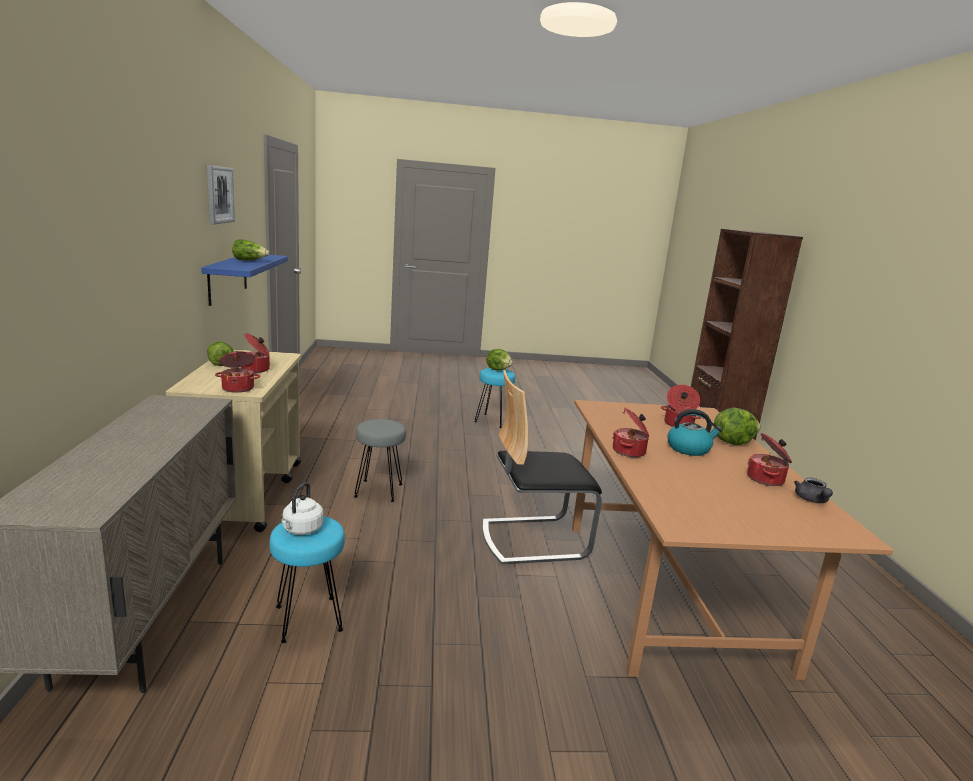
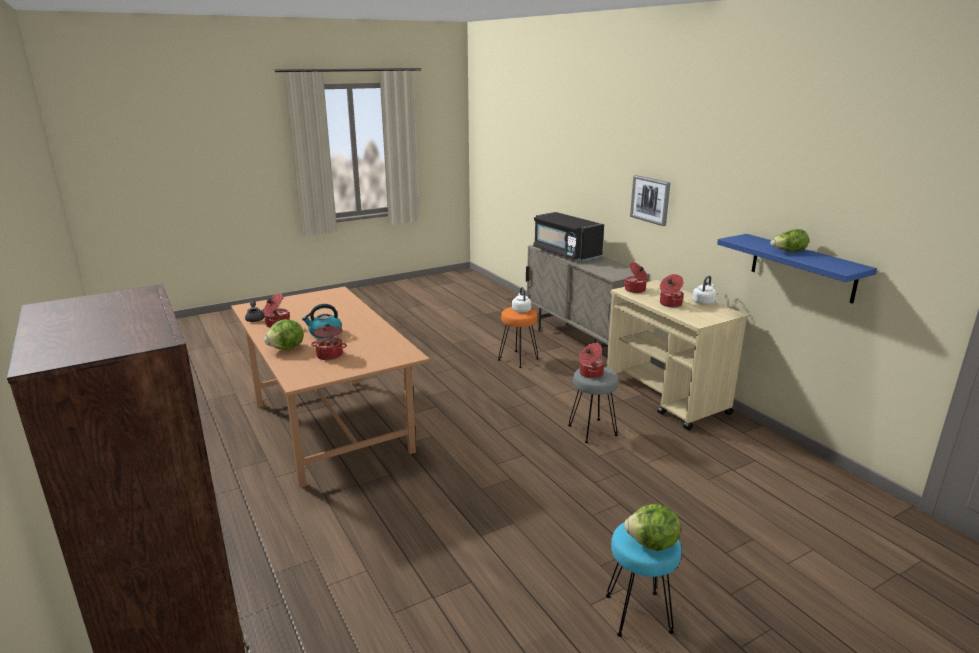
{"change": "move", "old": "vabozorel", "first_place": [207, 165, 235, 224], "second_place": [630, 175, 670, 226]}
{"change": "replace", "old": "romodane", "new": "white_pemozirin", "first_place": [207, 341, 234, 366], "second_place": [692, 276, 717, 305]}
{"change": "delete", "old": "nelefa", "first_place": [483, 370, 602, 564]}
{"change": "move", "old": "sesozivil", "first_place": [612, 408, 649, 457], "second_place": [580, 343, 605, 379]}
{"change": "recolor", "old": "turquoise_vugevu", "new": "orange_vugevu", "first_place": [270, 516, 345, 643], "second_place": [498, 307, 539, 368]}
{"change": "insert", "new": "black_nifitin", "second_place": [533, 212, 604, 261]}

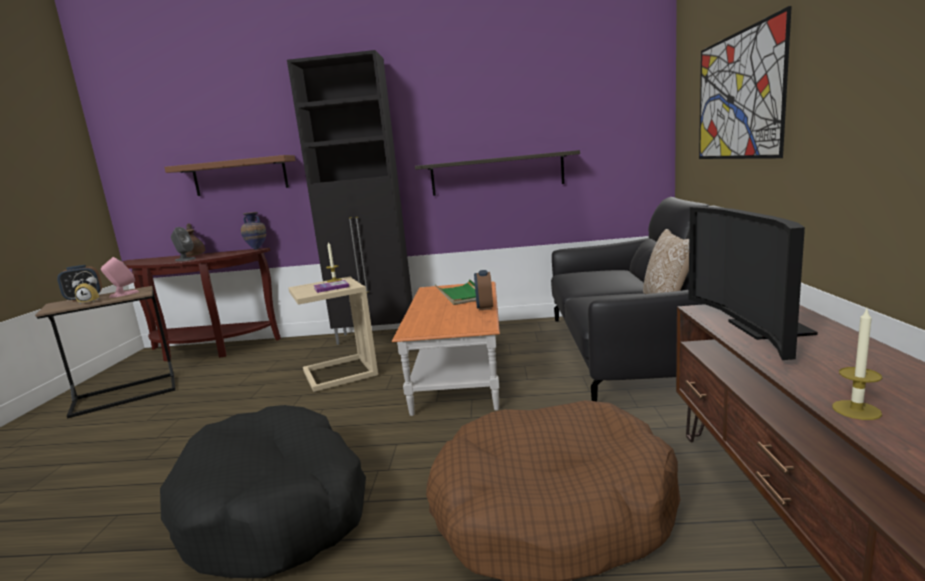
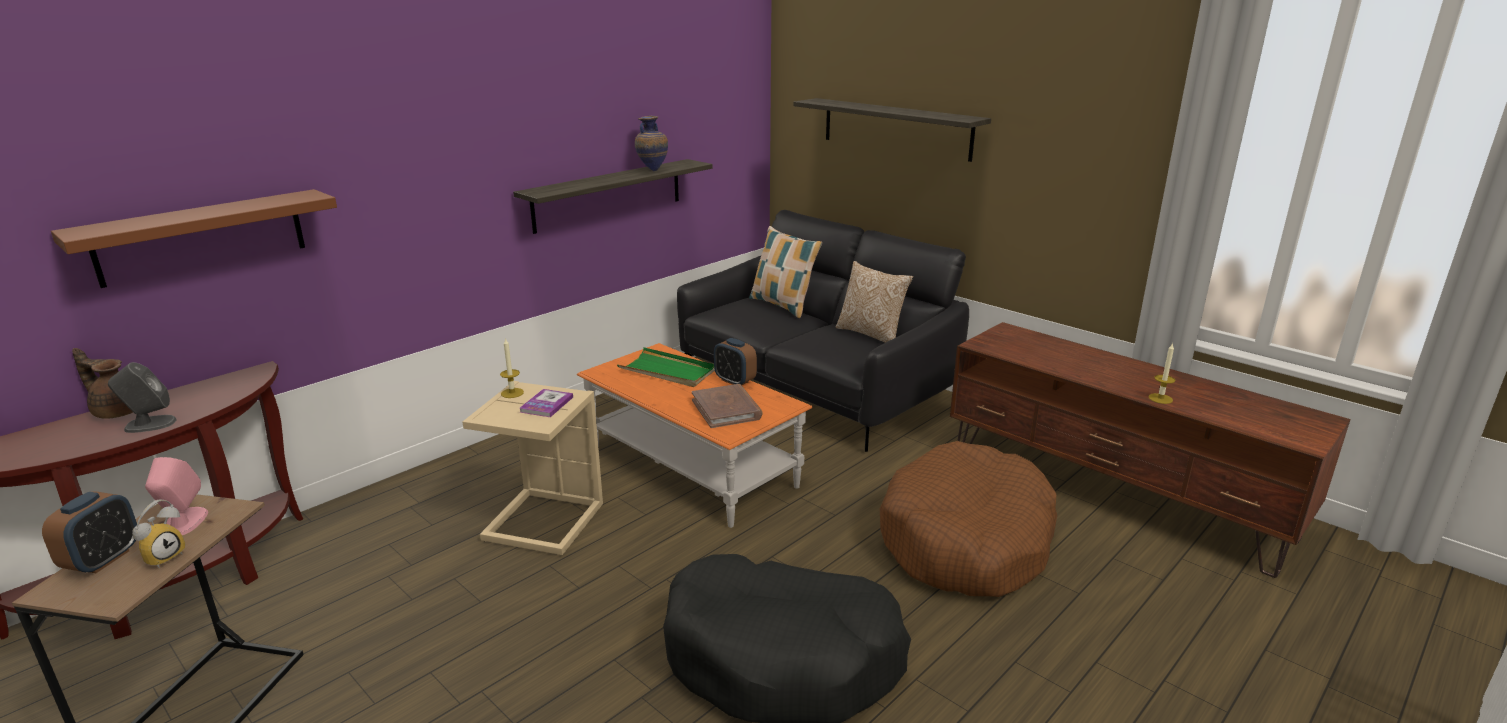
{"change": "replace", "old": "vabozorel", "new": "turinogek", "first_place": [699, 6, 792, 159], "second_place": [793, 98, 991, 162]}
{"change": "delete", "old": "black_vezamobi", "first_place": [287, 50, 413, 345]}
{"change": "delete", "old": "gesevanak", "first_place": [688, 206, 818, 360]}
{"change": "move", "old": "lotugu", "first_place": [241, 212, 266, 250], "second_place": [635, 116, 668, 172]}
{"change": "insert", "new": "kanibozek", "second_place": [749, 226, 822, 318]}
{"change": "insert", "new": "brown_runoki", "second_place": [692, 384, 763, 428]}

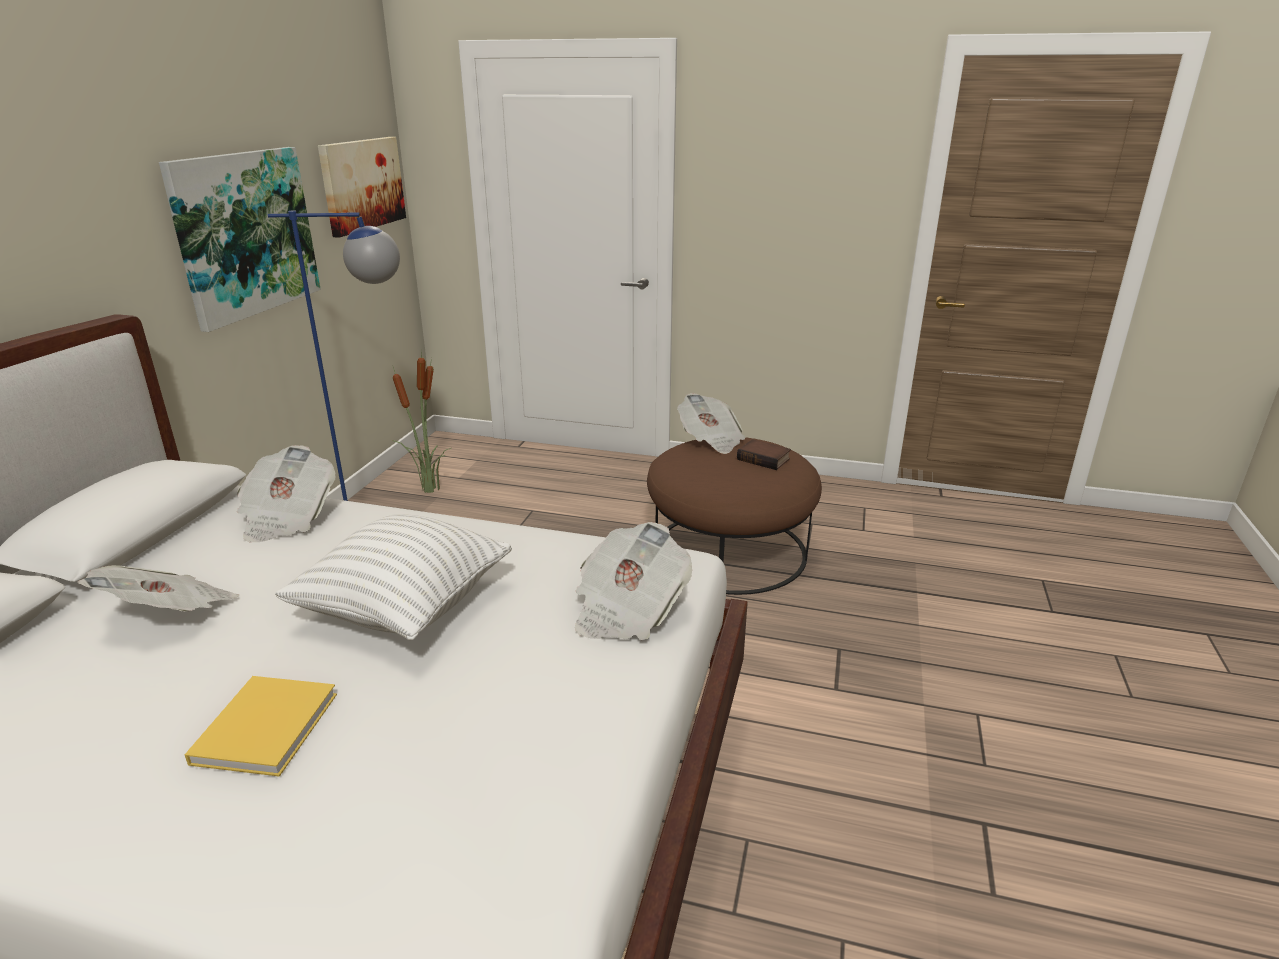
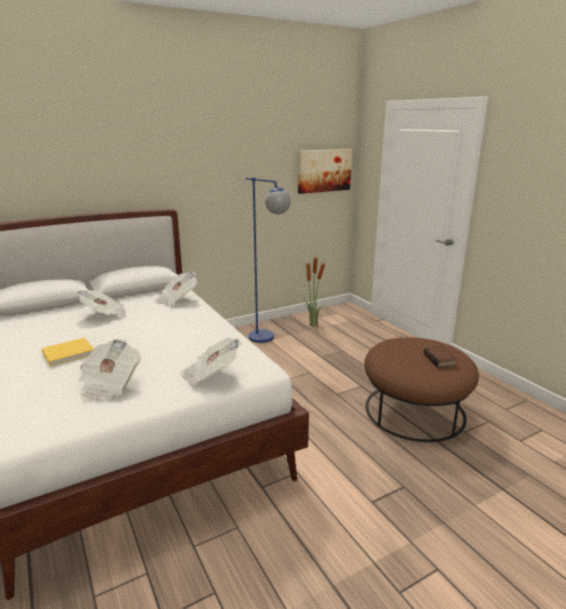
{"change": "delete", "old": "vabozorel", "first_place": [159, 147, 321, 332]}
{"change": "move", "old": "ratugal", "first_place": [677, 393, 746, 454], "second_place": [79, 339, 141, 401]}
{"change": "delete", "old": "white_kanibozek", "first_place": [275, 514, 512, 640]}

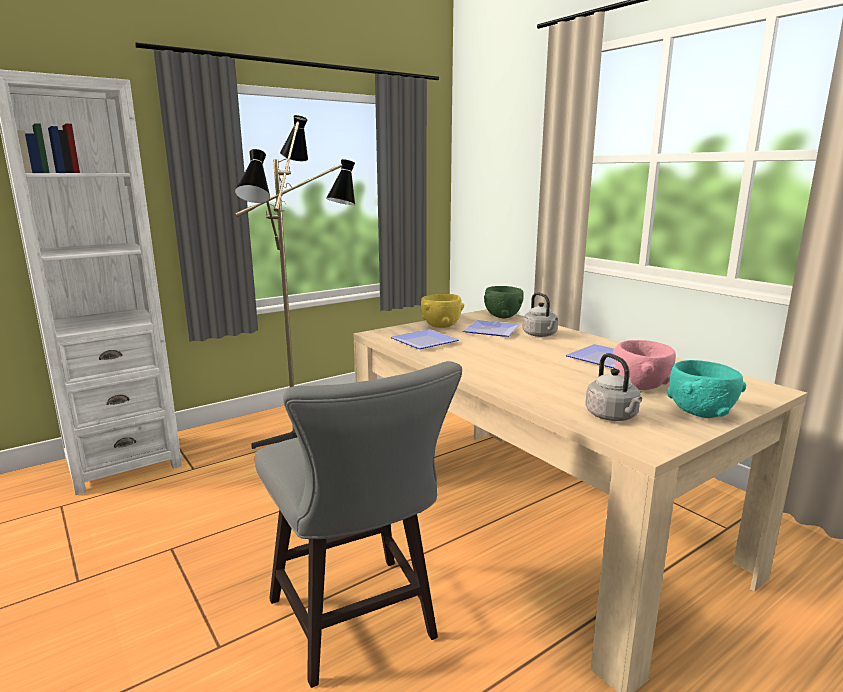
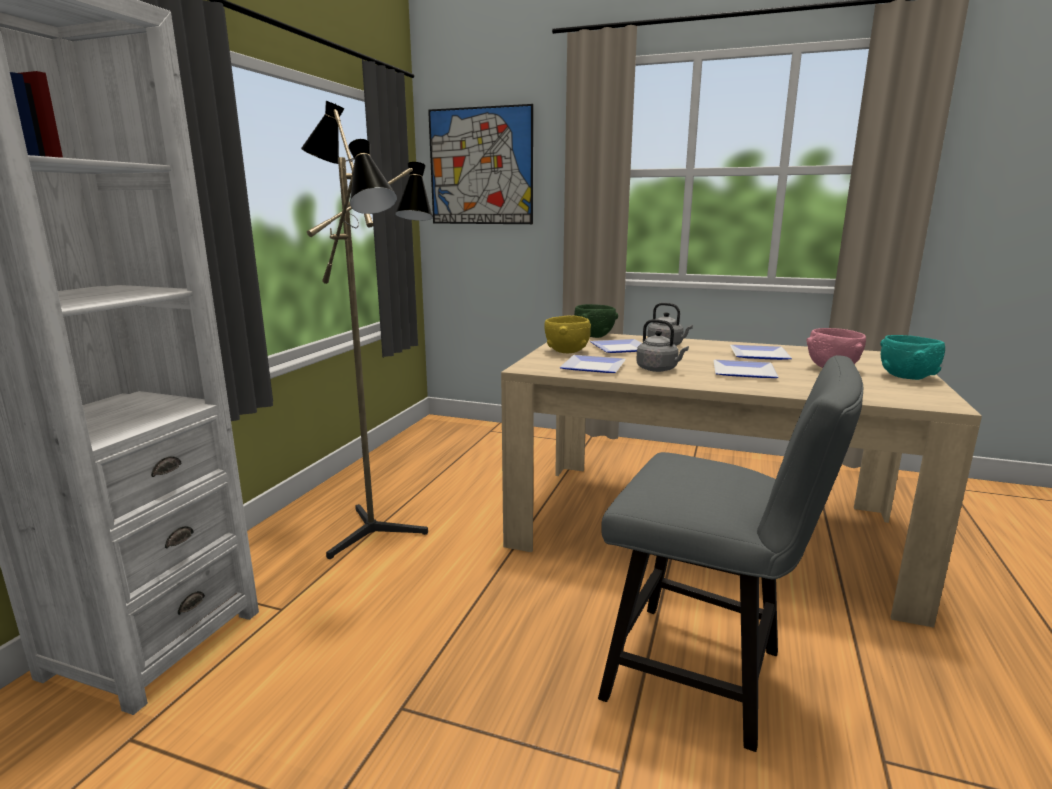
{"change": "move", "old": "grey_pemozirin", "first_place": [585, 353, 642, 421], "second_place": [636, 319, 689, 372]}
{"change": "insert", "new": "vabozorel", "second_place": [428, 104, 533, 224]}
{"change": "insert", "new": "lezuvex", "second_place": [713, 360, 778, 378]}

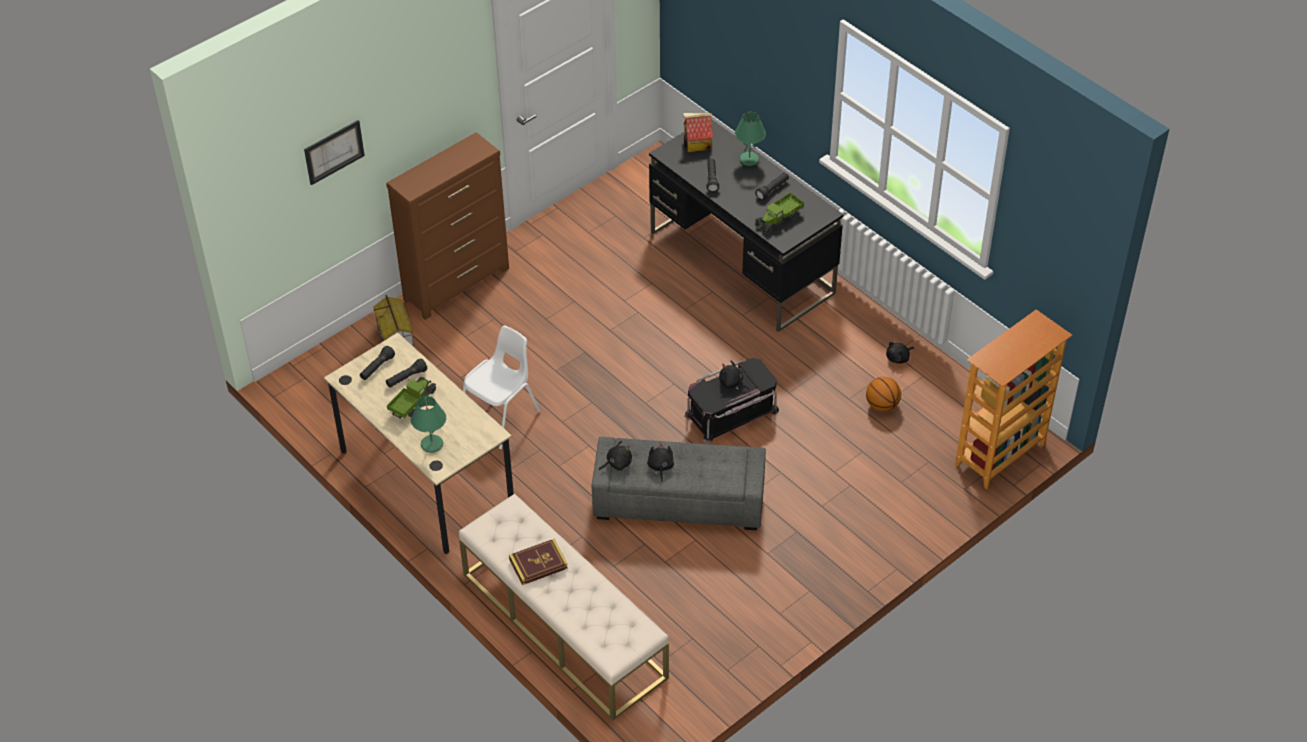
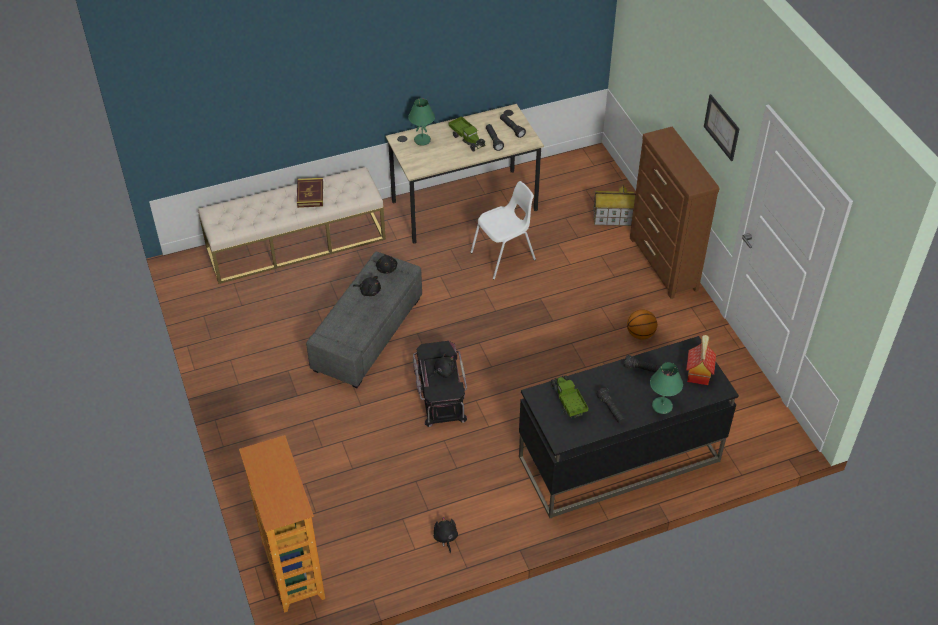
{"change": "move", "old": "vabozorel", "first_place": [304, 120, 365, 185], "second_place": [704, 94, 739, 161]}
{"change": "rotate", "old": "white_nelefa", "first_place": [463, 325, 541, 450], "second_place": [470, 181, 536, 279], "degrees": -90}
{"change": "move", "old": "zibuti", "first_place": [866, 377, 901, 412], "second_place": [627, 309, 657, 340]}

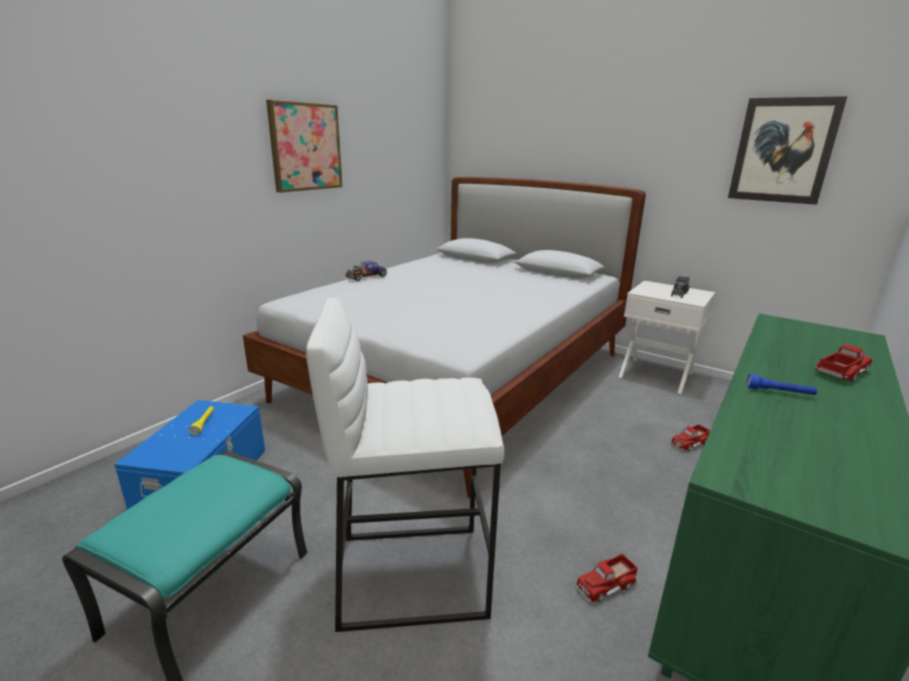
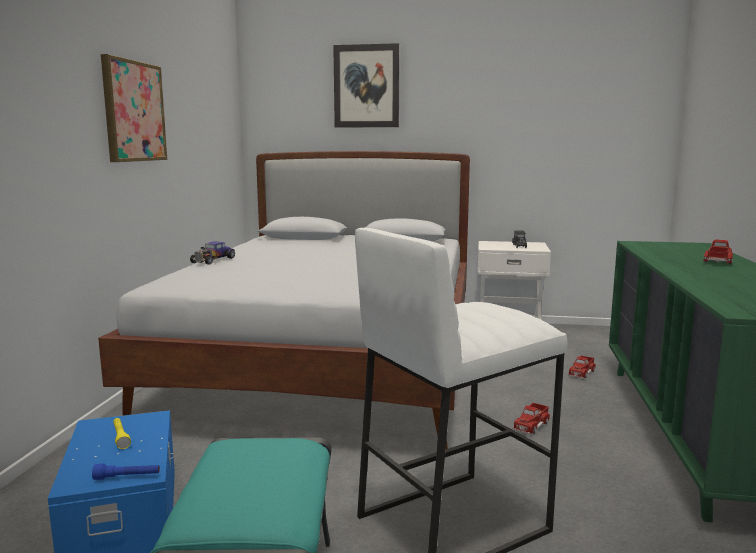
{"change": "move", "old": "vabozorel", "first_place": [728, 96, 848, 205], "second_place": [333, 43, 400, 128]}
{"change": "move", "old": "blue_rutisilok", "first_place": [747, 374, 817, 395], "second_place": [92, 463, 160, 480]}
{"change": "move", "old": "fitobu", "first_place": [575, 554, 638, 603], "second_place": [513, 403, 550, 434]}

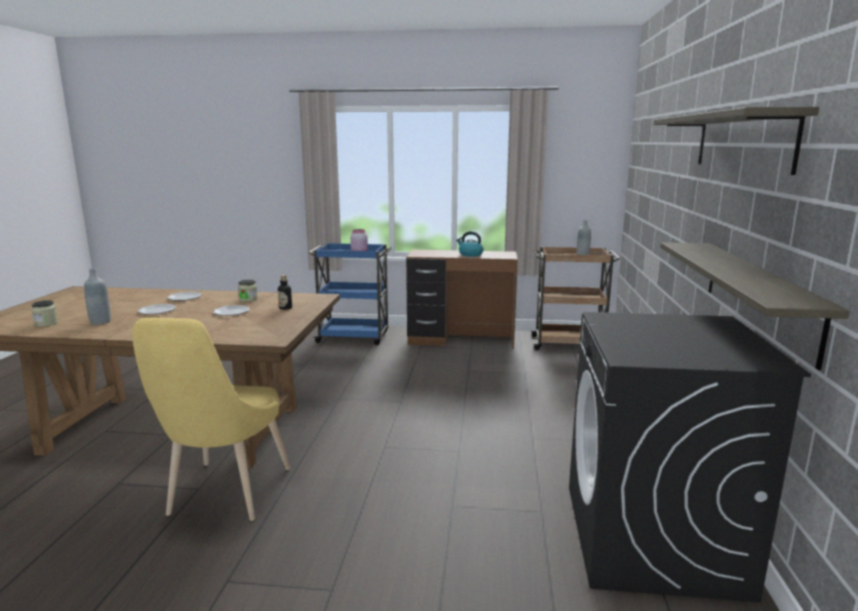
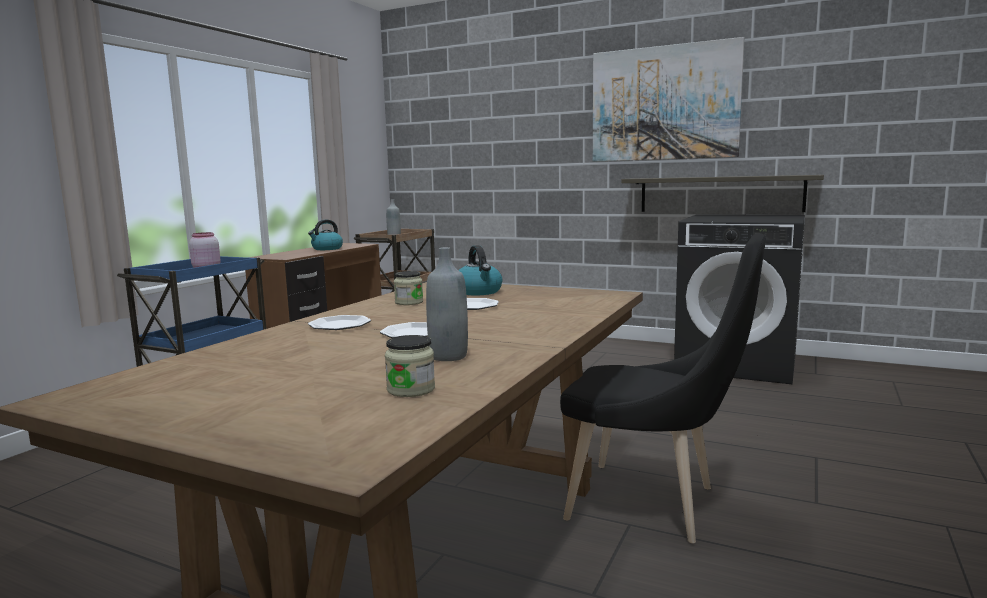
{"change": "replace", "old": "turinogek", "new": "vabozorel", "first_place": [654, 107, 819, 175], "second_place": [593, 37, 744, 162]}
{"change": "replace", "old": "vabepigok", "new": "pemozirin", "first_place": [278, 275, 292, 310], "second_place": [458, 245, 502, 295]}
{"change": "recolor", "old": "yellow_nelefa", "new": "black_nelefa", "first_place": [132, 317, 290, 521], "second_place": [560, 233, 766, 543]}

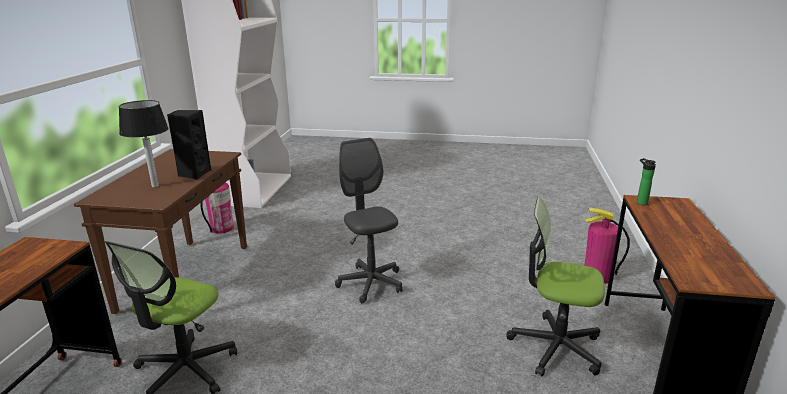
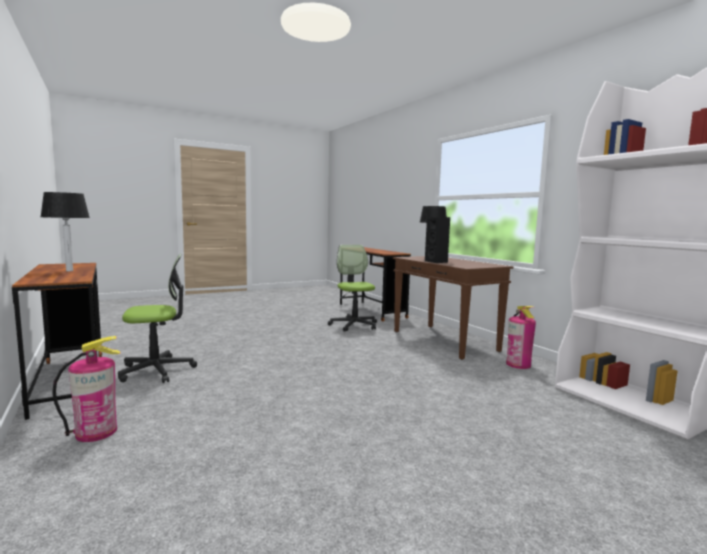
{"change": "delete", "old": "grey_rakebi", "first_place": [335, 138, 403, 304]}
{"change": "delete", "old": "vabepigok", "first_place": [637, 158, 656, 205]}
{"change": "insert", "new": "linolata", "second_place": [41, 192, 90, 271]}

